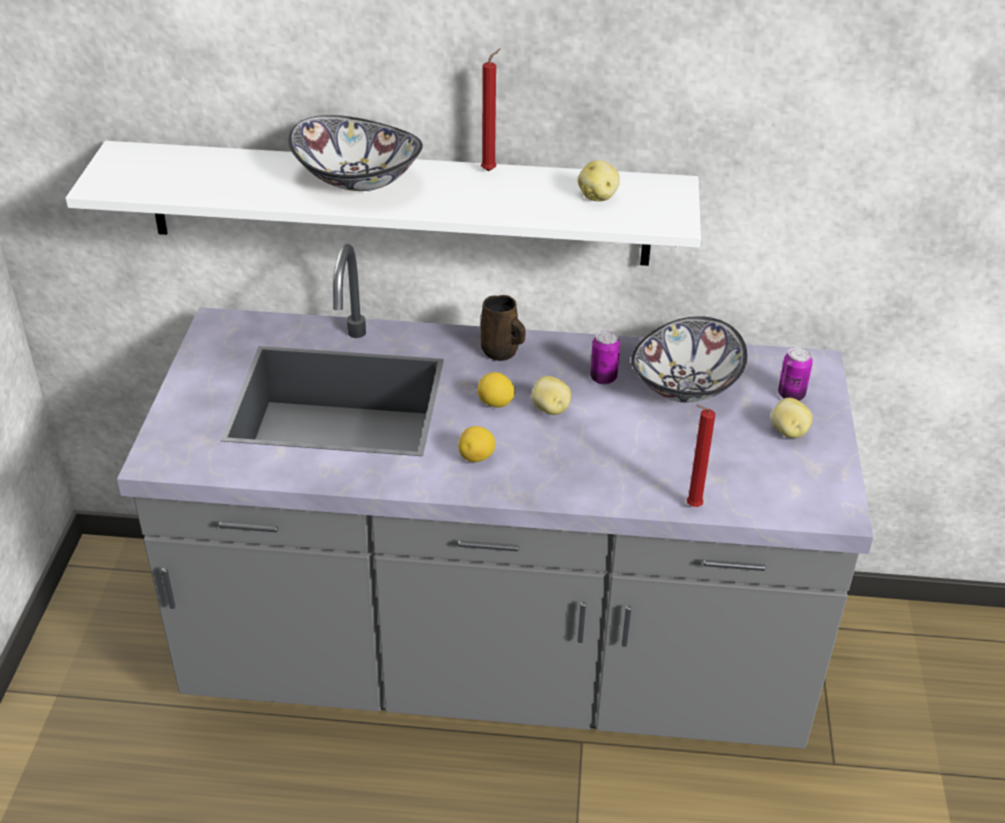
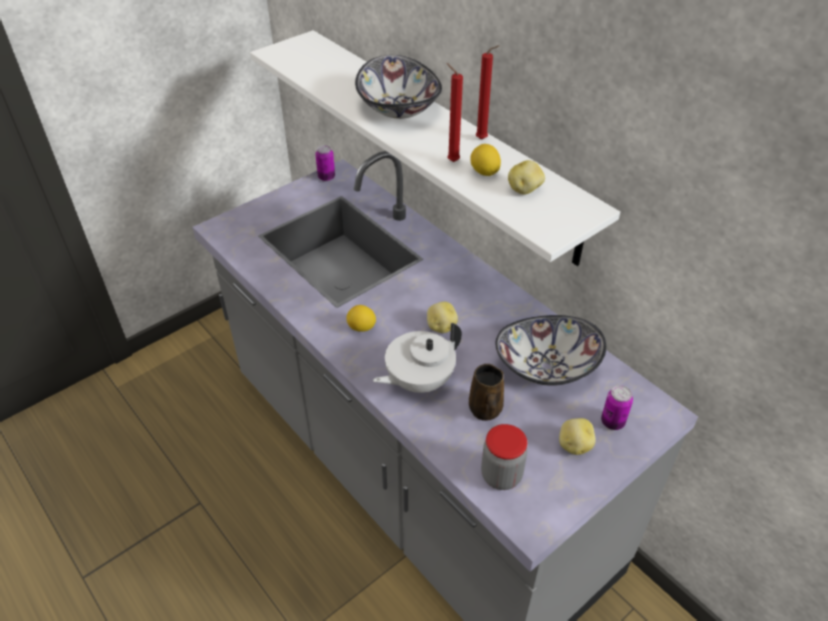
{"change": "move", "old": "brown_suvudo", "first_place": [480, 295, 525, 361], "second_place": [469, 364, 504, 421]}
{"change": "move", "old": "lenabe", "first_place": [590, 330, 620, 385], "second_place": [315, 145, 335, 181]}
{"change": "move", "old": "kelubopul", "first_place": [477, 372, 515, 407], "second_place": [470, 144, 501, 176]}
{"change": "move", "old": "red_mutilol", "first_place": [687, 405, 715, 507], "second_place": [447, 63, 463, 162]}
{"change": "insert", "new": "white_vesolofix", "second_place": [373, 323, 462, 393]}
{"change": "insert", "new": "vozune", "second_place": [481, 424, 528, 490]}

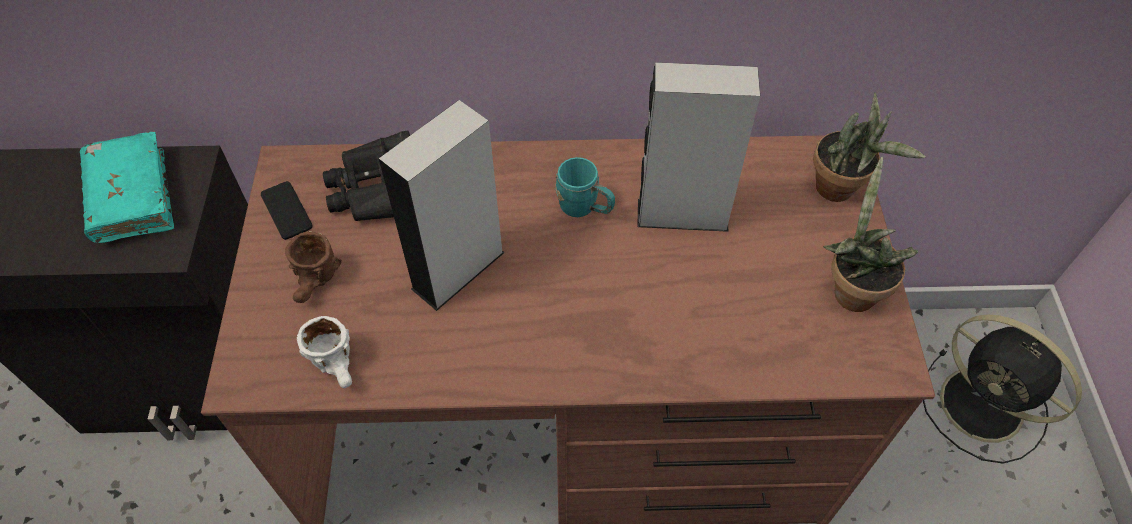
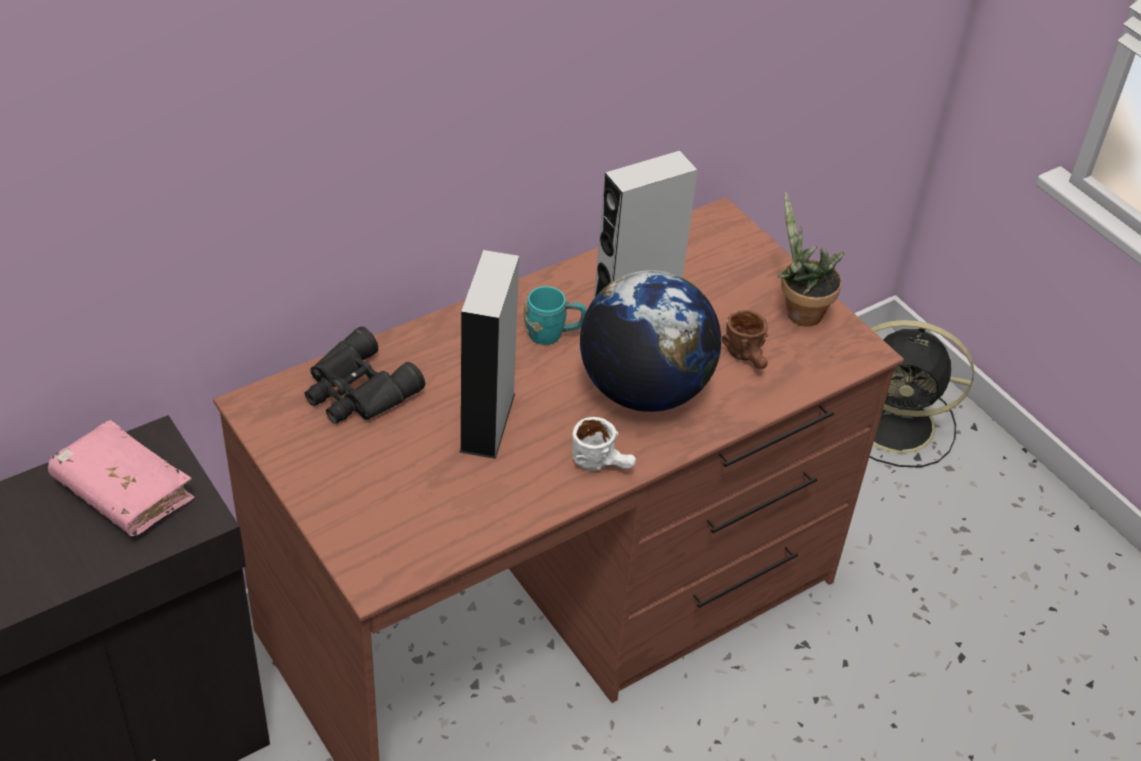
{"change": "delete", "old": "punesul", "first_place": [813, 93, 926, 202]}
{"change": "recolor", "old": "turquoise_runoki", "new": "pink_runoki", "first_place": [80, 131, 174, 243], "second_place": [48, 420, 194, 536]}
{"change": "delete", "old": "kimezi", "first_place": [261, 181, 313, 240]}
{"change": "move", "old": "brown_suvudo", "first_place": [285, 231, 342, 303], "second_place": [722, 310, 768, 369]}
{"change": "move", "old": "white_suvudo", "first_place": [297, 316, 352, 388], "second_place": [572, 417, 636, 471]}
{"change": "insert", "new": "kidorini", "second_place": [580, 270, 721, 412]}

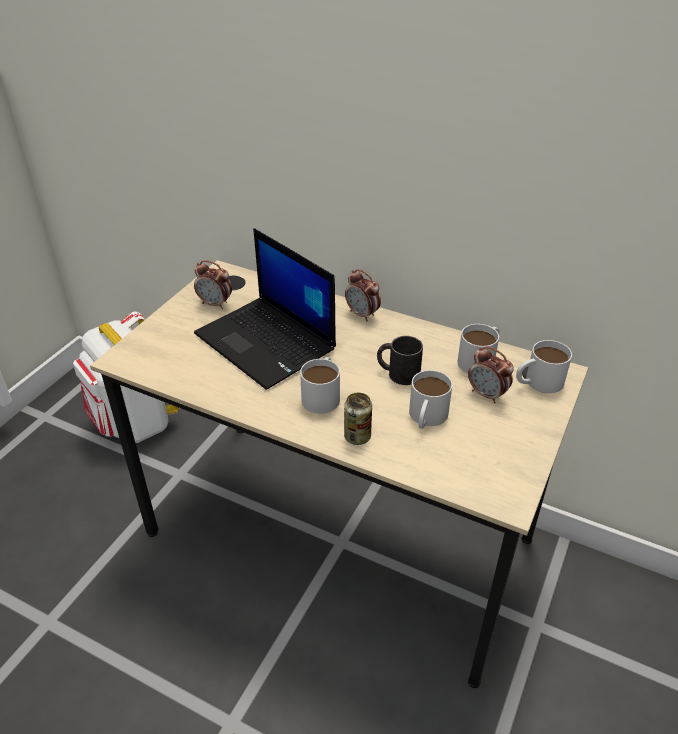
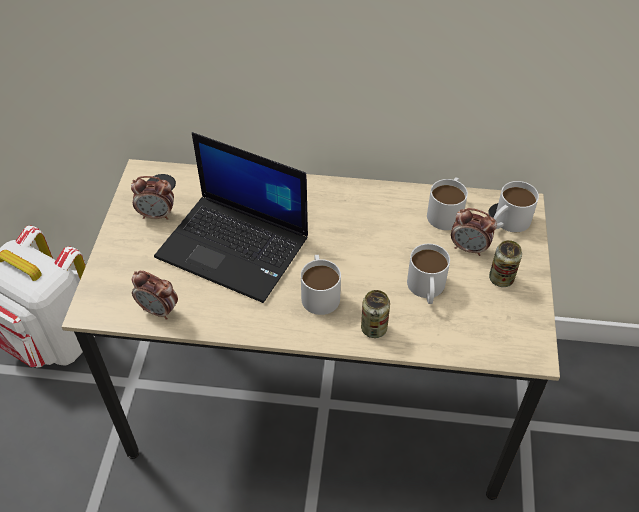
{"change": "move", "old": "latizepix", "first_place": [345, 269, 381, 321], "second_place": [132, 271, 178, 320]}
{"change": "delete", "old": "black_suvudo", "first_place": [377, 336, 423, 385]}
{"change": "insert", "new": "lenabe", "second_place": [489, 240, 522, 287]}

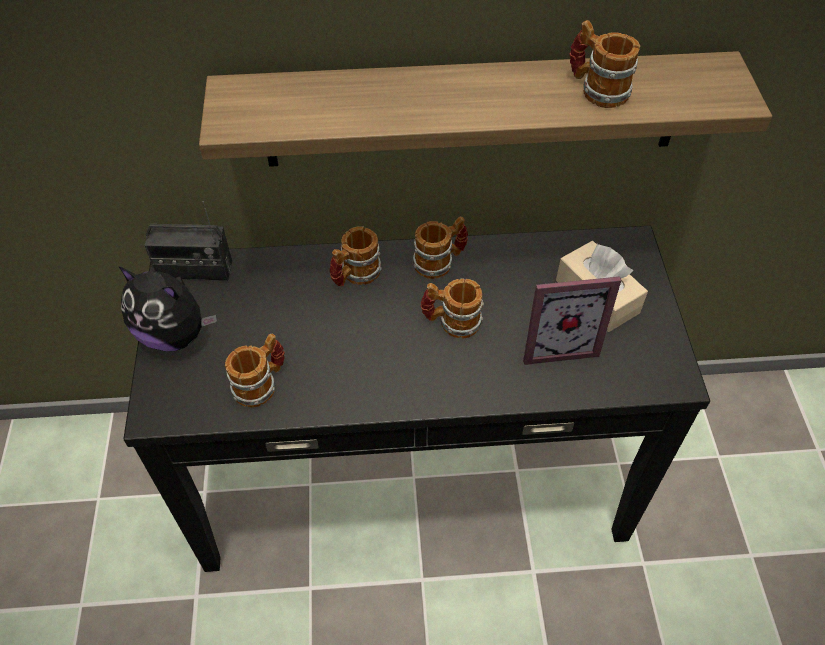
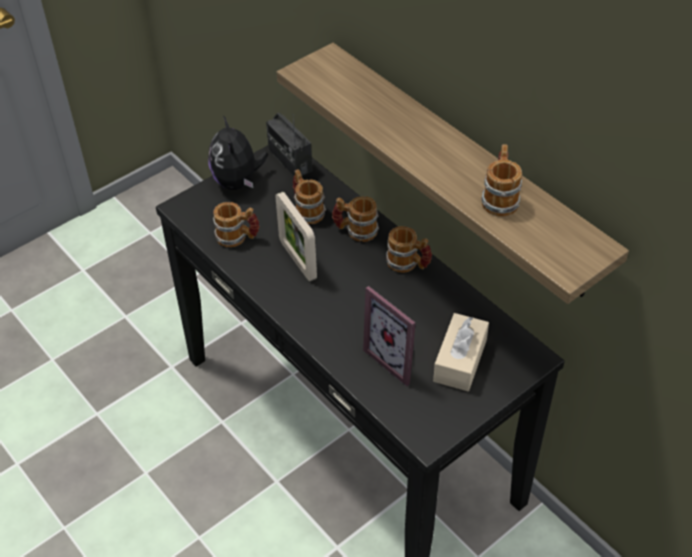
{"change": "move", "old": "suvudo", "first_place": [421, 279, 484, 338], "second_place": [293, 169, 326, 224]}
{"change": "insert", "new": "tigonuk", "second_place": [275, 192, 317, 282]}

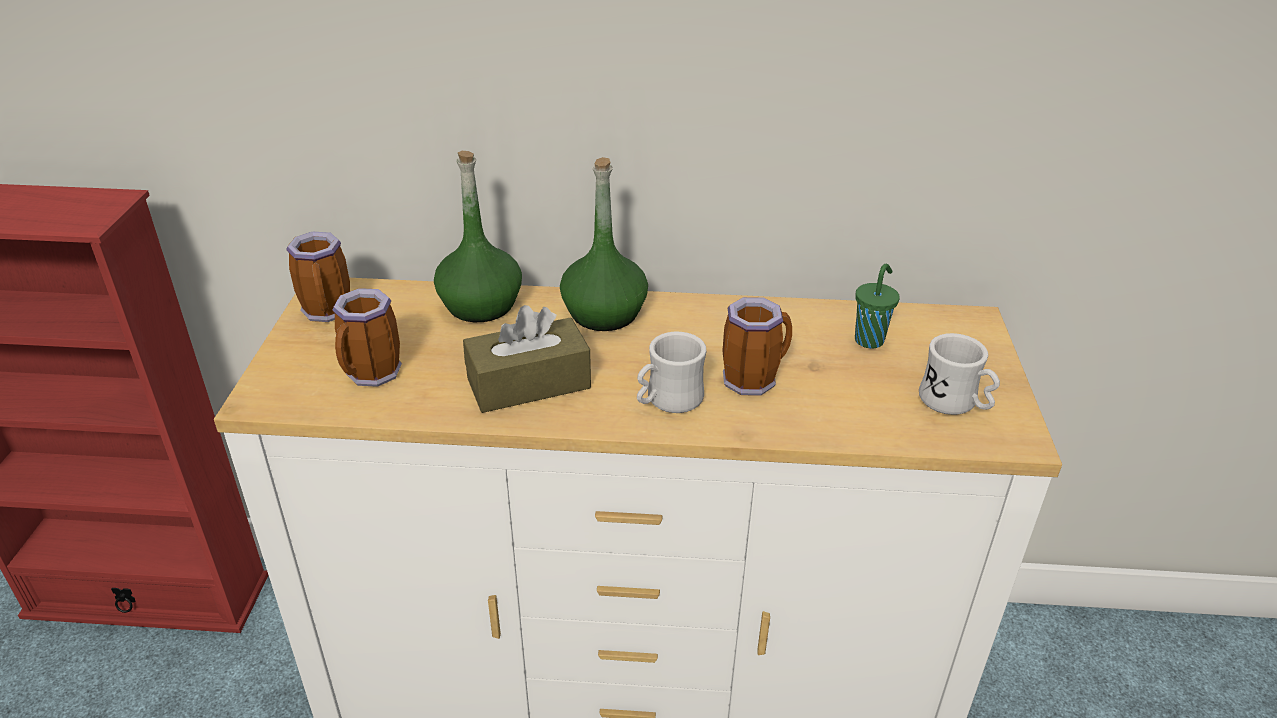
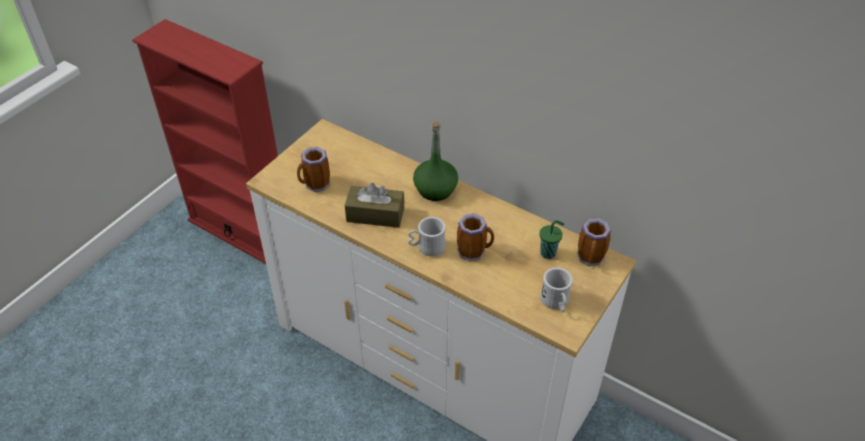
{"change": "delete", "old": "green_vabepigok", "first_place": [434, 151, 522, 322]}
{"change": "move", "old": "suvudo", "first_place": [286, 232, 350, 322], "second_place": [577, 218, 611, 266]}

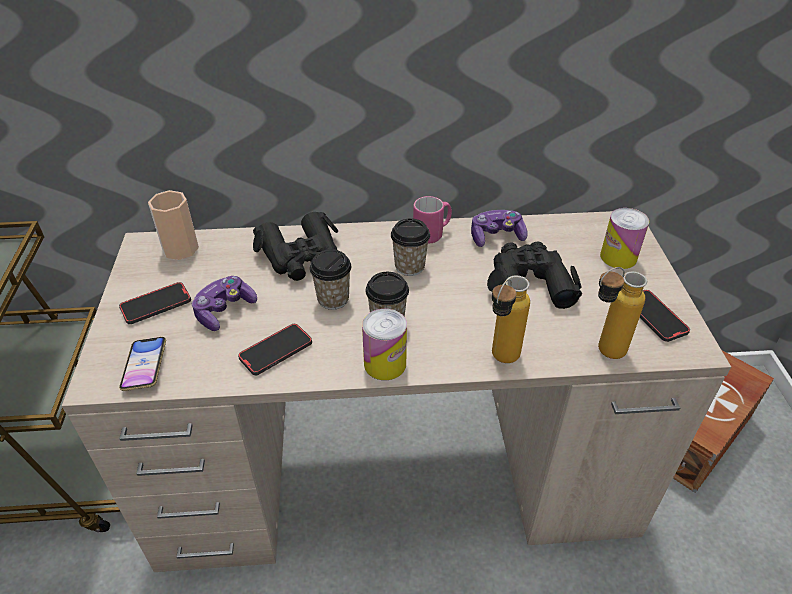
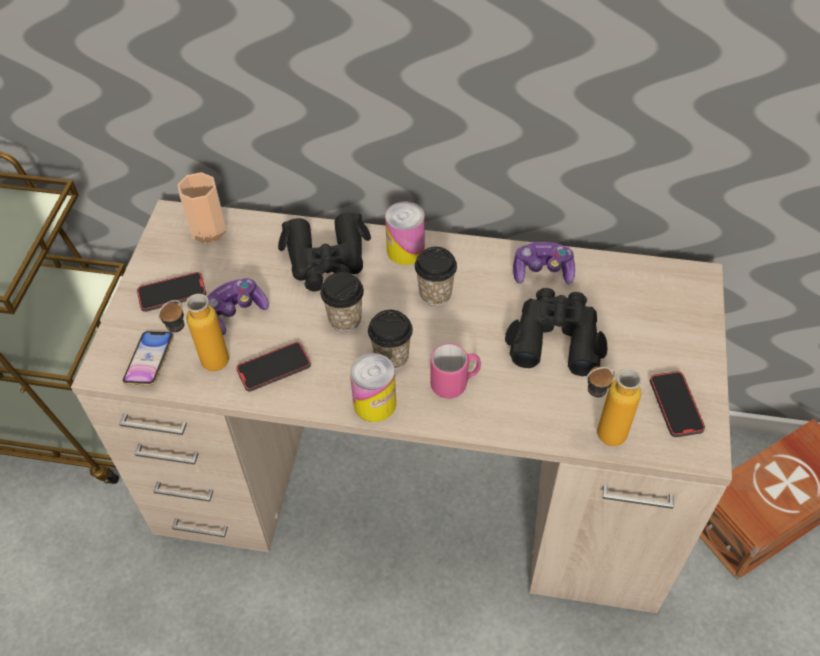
{"change": "move", "old": "pink_suvudo", "first_place": [413, 196, 452, 244], "second_place": [430, 344, 481, 399]}
{"change": "move", "old": "lenabe", "first_place": [600, 208, 649, 269], "second_place": [385, 201, 425, 265]}
{"change": "move", "old": "vabepigok", "first_place": [492, 275, 530, 363], "second_place": [158, 294, 229, 371]}

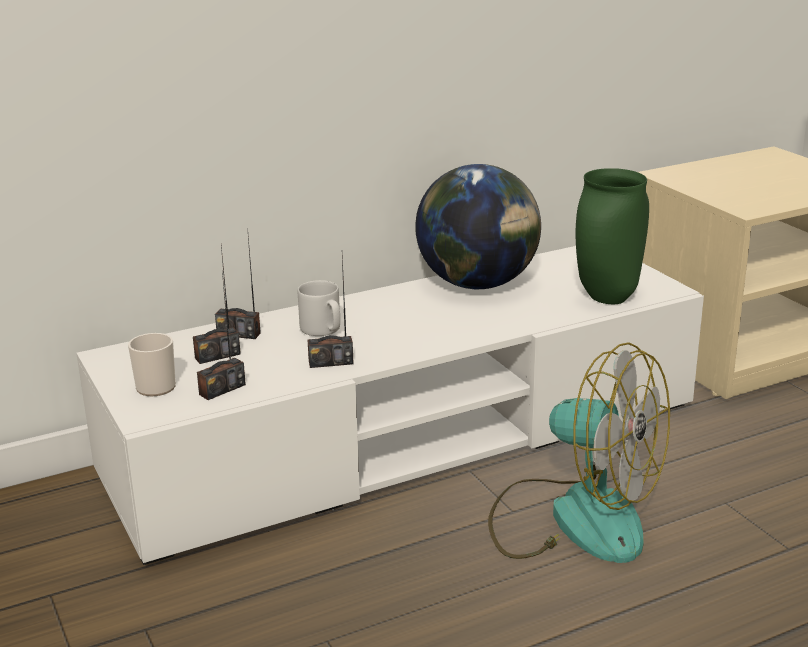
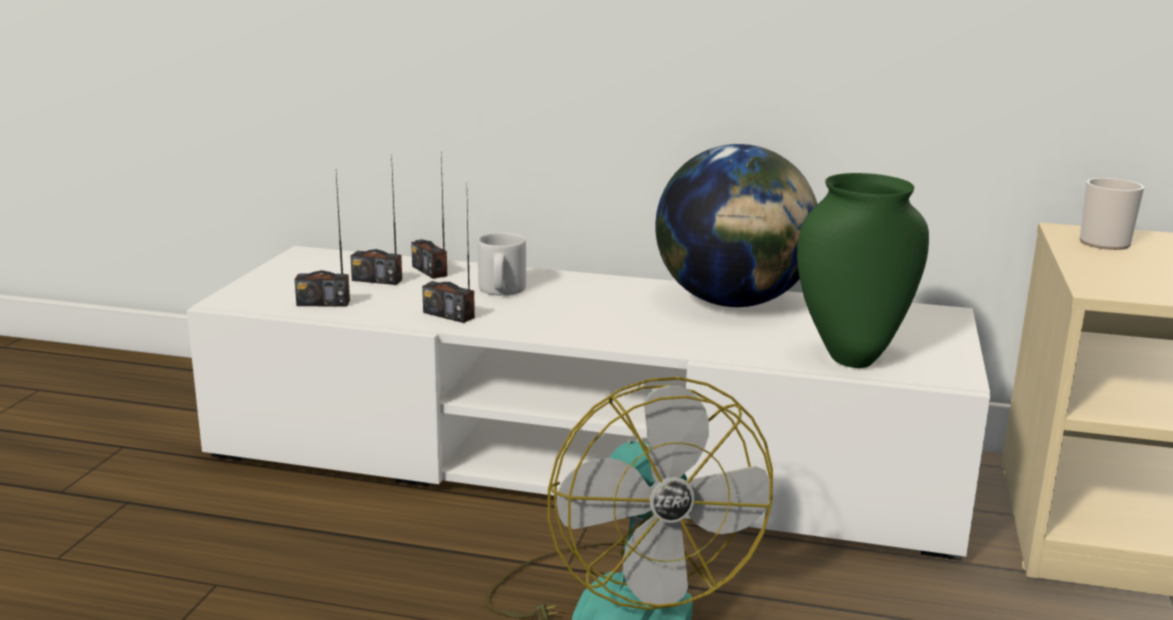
{"change": "move", "old": "suvudo", "first_place": [128, 333, 176, 396], "second_place": [1080, 178, 1144, 250]}

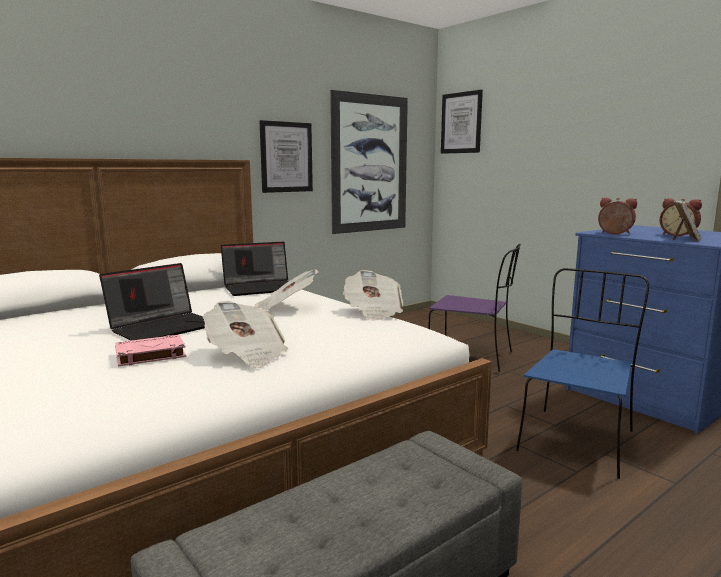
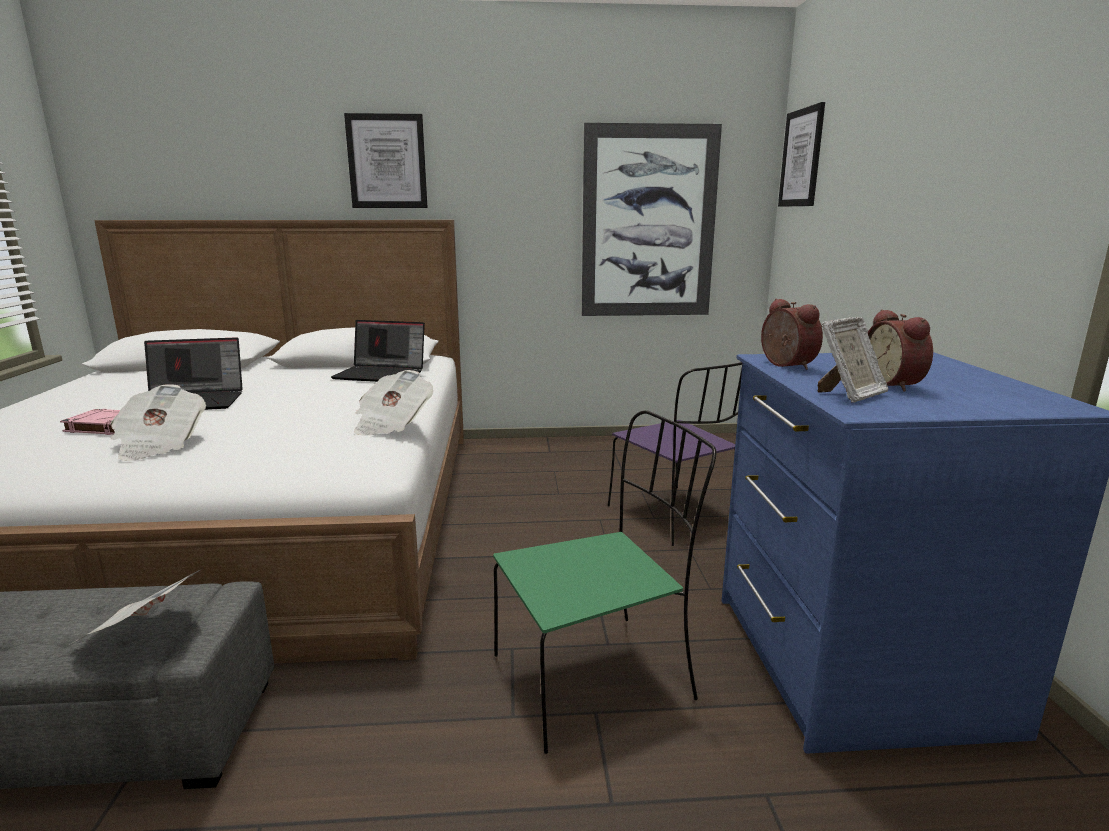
{"change": "move", "old": "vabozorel", "first_place": [260, 120, 313, 193], "second_place": [344, 113, 428, 208]}
{"change": "recolor", "old": "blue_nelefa", "new": "green_nelefa", "first_place": [516, 268, 649, 479], "second_place": [493, 410, 716, 754]}
{"change": "move", "old": "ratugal", "first_place": [255, 270, 318, 310], "second_place": [73, 570, 200, 643]}

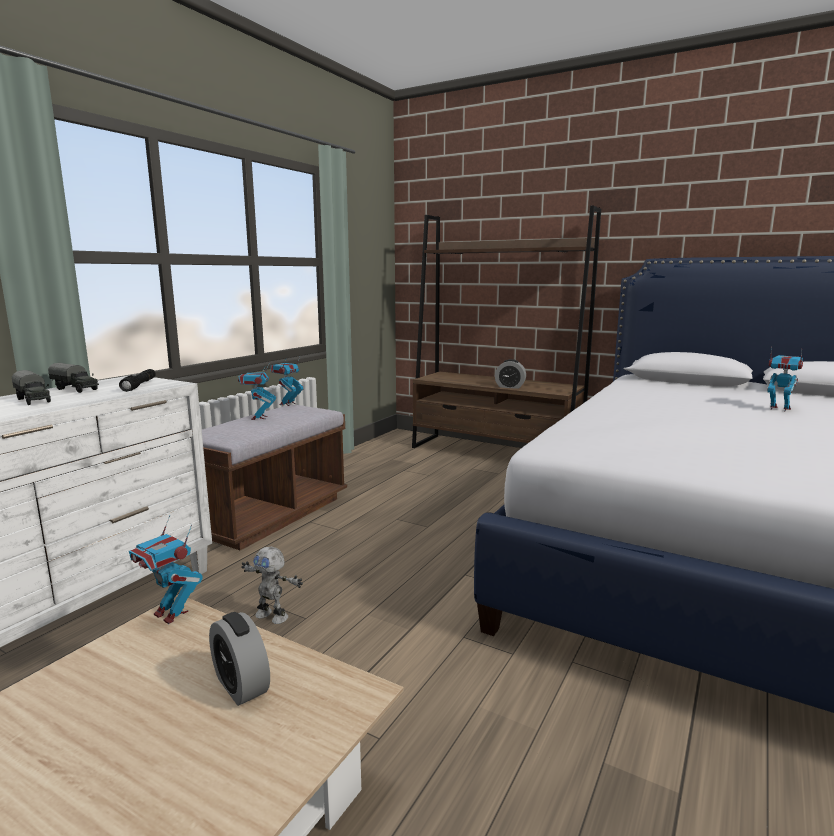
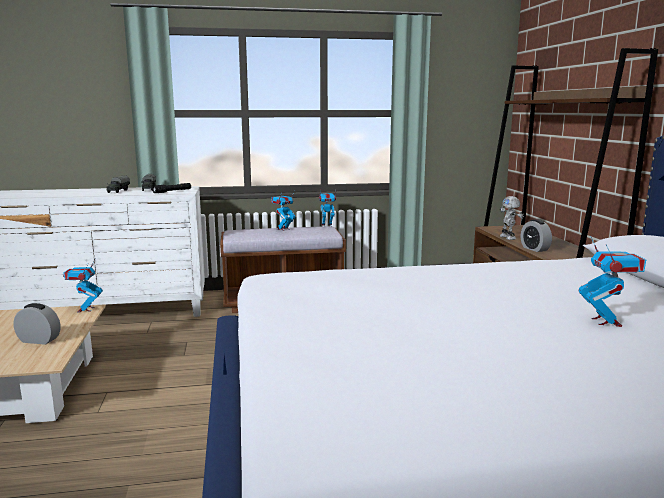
{"change": "move", "old": "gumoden", "first_place": [241, 547, 303, 624], "second_place": [500, 196, 524, 240]}
{"change": "rotate", "old": "latizepix", "first_place": [209, 612, 270, 706], "second_place": [13, 303, 61, 345], "degrees": 90}

